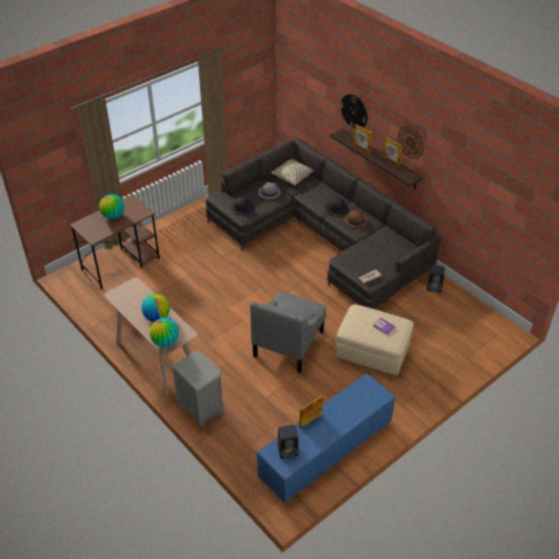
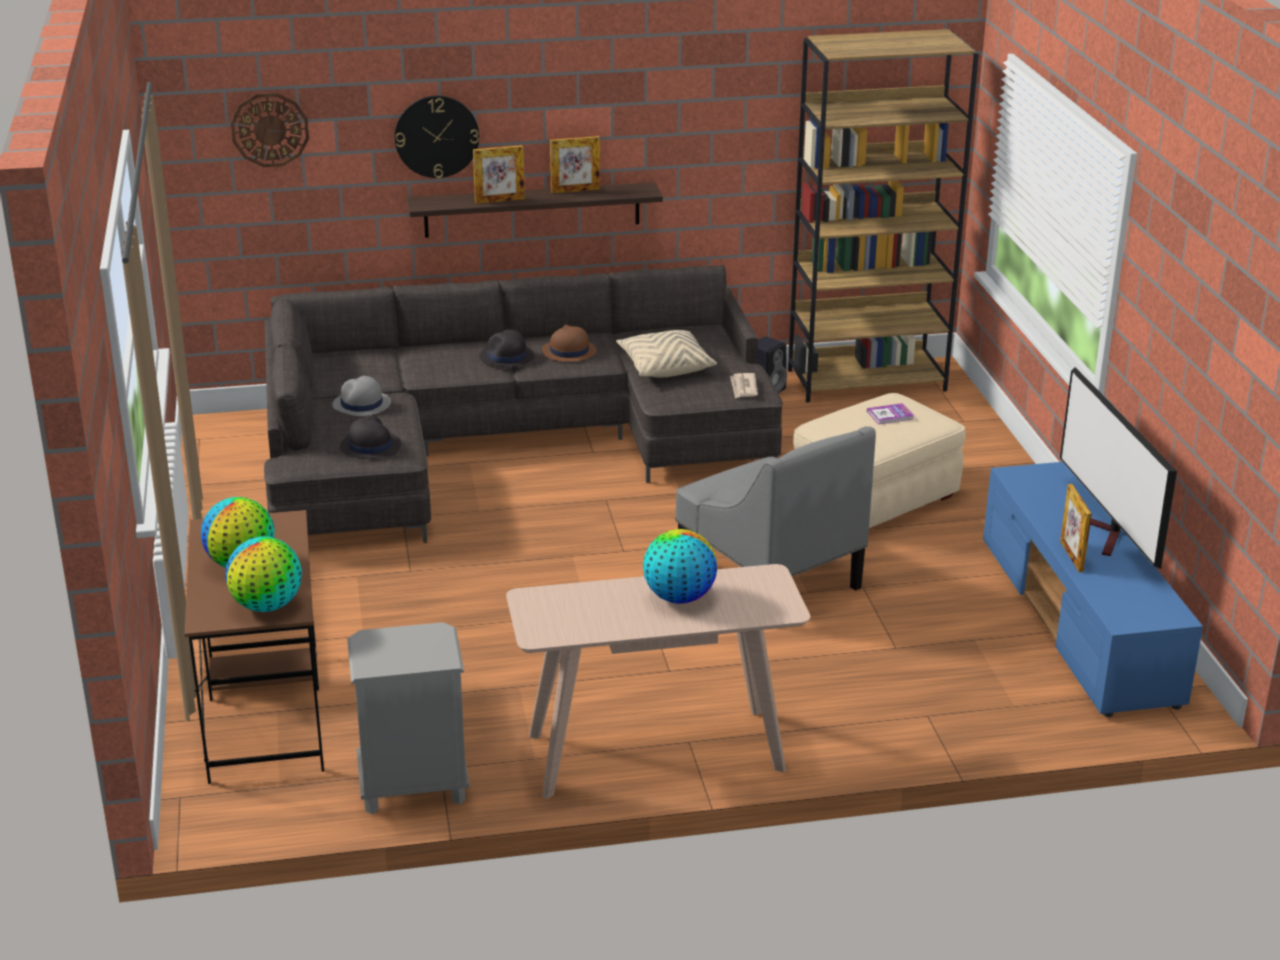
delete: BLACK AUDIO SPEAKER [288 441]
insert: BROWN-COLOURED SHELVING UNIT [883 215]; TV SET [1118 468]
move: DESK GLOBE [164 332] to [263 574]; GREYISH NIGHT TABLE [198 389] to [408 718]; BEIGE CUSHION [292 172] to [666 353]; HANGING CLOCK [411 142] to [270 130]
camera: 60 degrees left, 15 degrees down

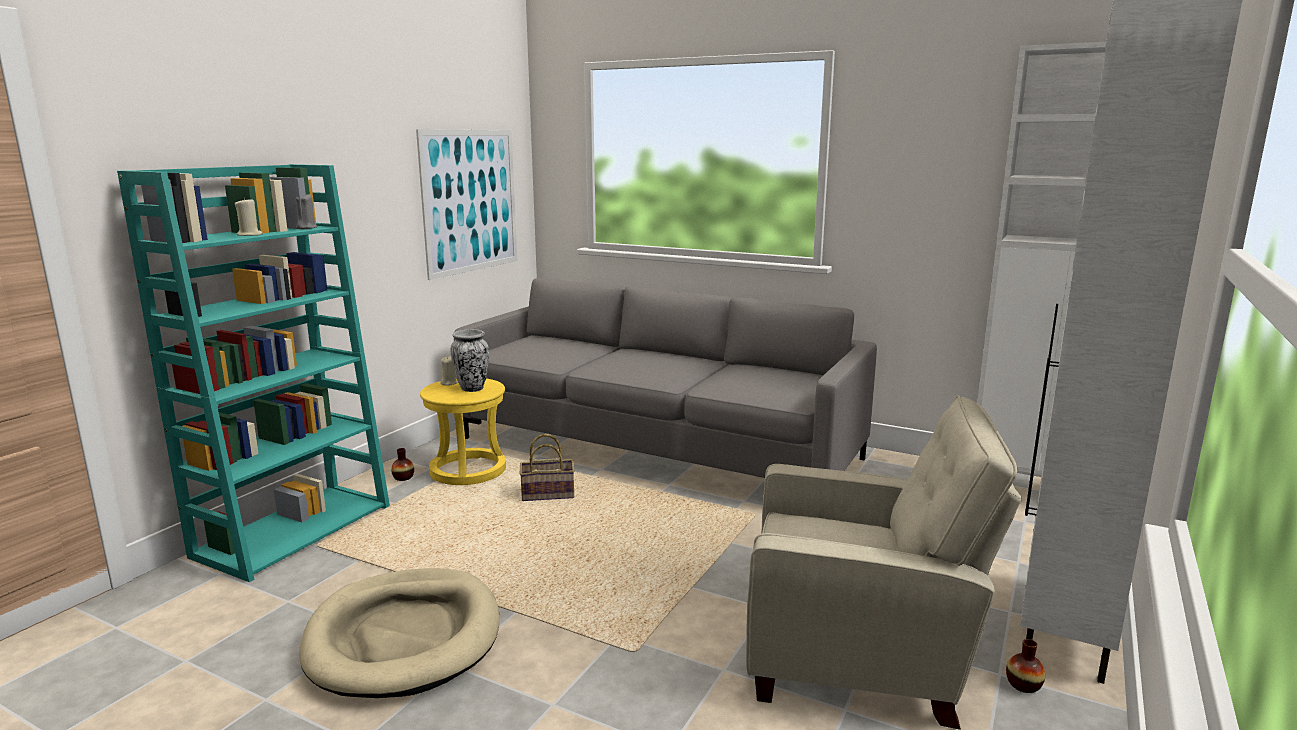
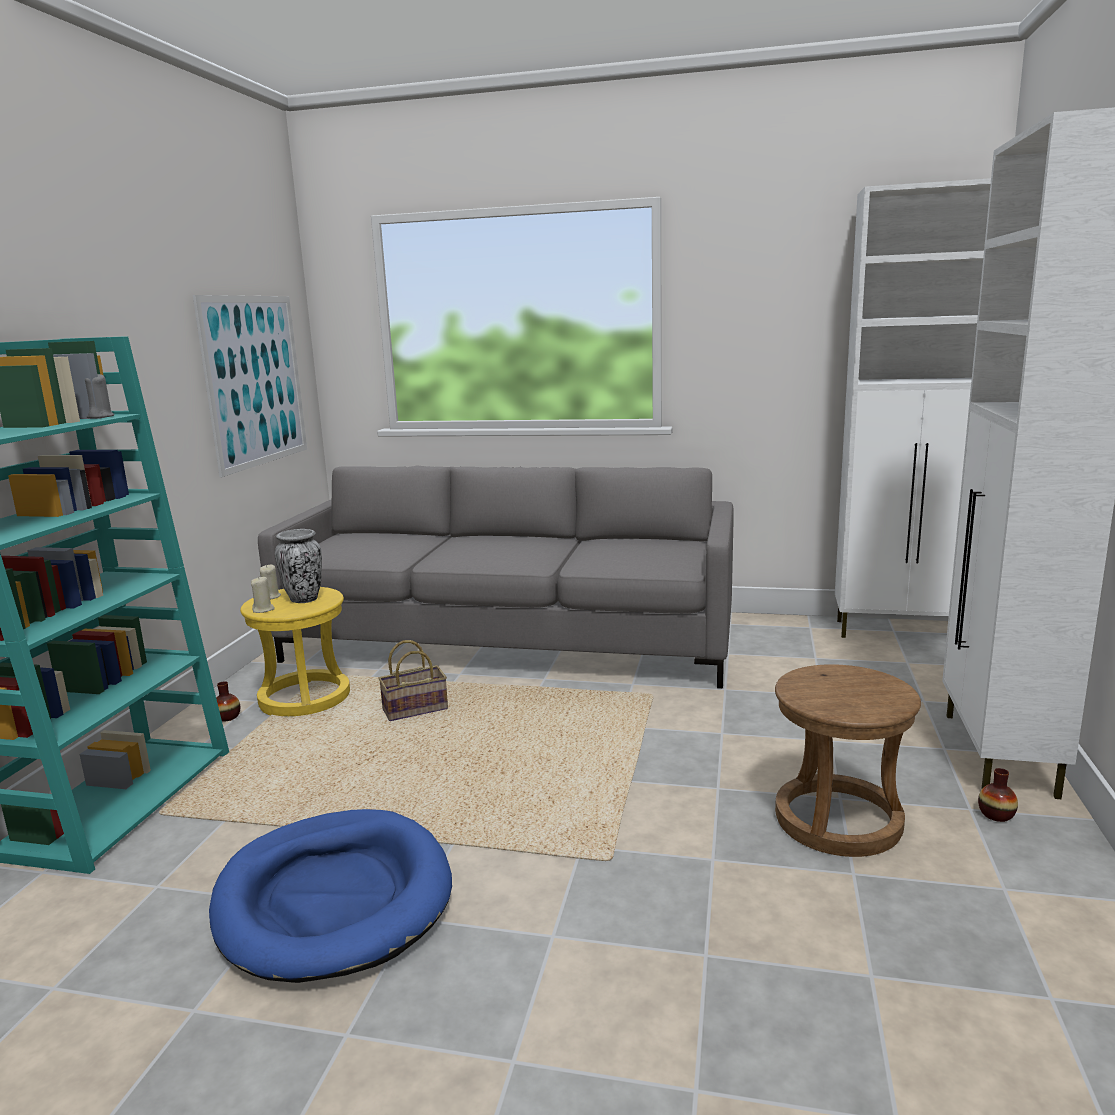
move: BEIGE WAX LIGHT [249 216] to [263 594]
replace: BEIGE LOUNGE CHAIR [884 562] to BROWN-COLOURED SITTING STOOL [848 760]
recolor: BEIGE DOG BED [399 633] to BLUISH DOG BED [330 896]
camera: 15 degrees left, 0 degrees up

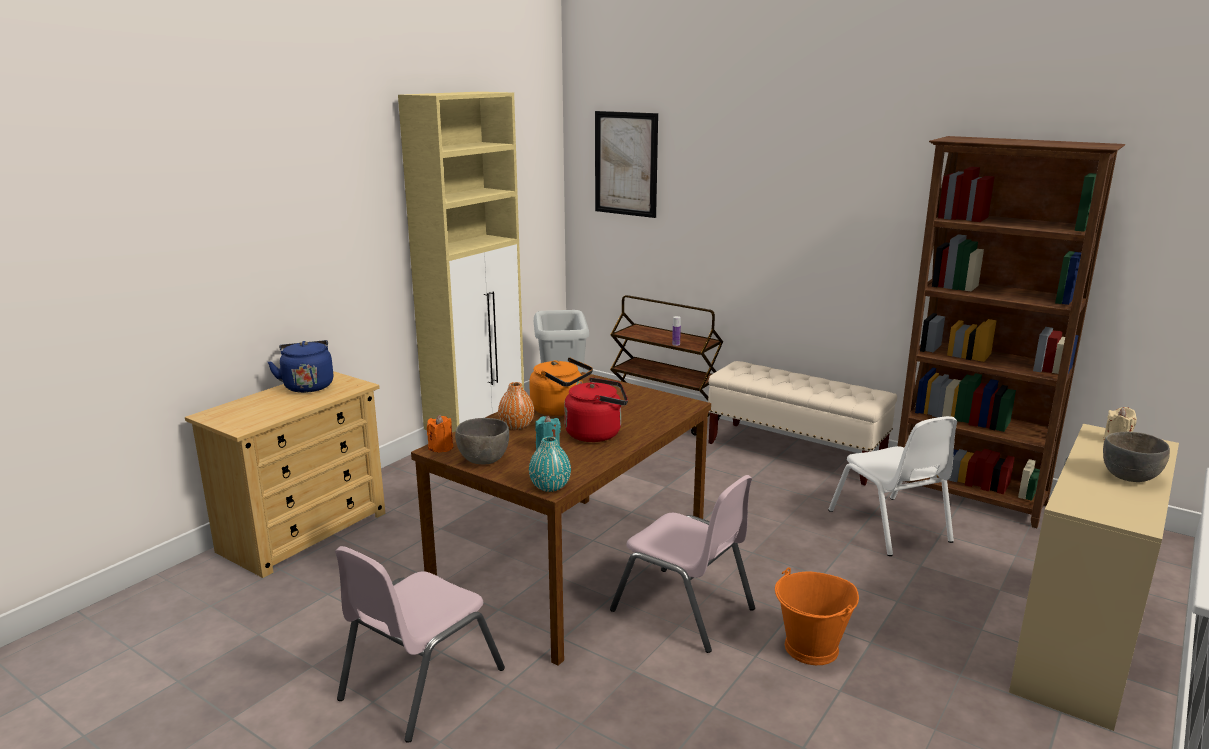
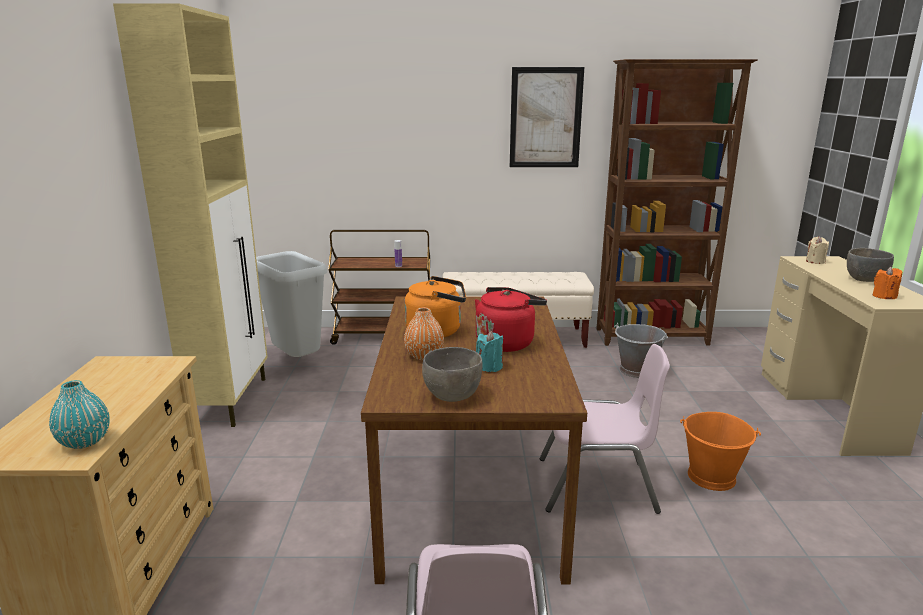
delete: BLUISH KETTLE [300 366]
move: ORANGE-COLOURED WAX LIGHT [440 433] to [887 283]; TURQUOISE DECORATIVE VASE [550 464] to [79 414]; PICTURE [626 164] to [547 117]
replace: WHITISH CHAIR [892 486] to GREYISH WATER BUCKET [641 350]
camera: 35 degrees left, 0 degrees up

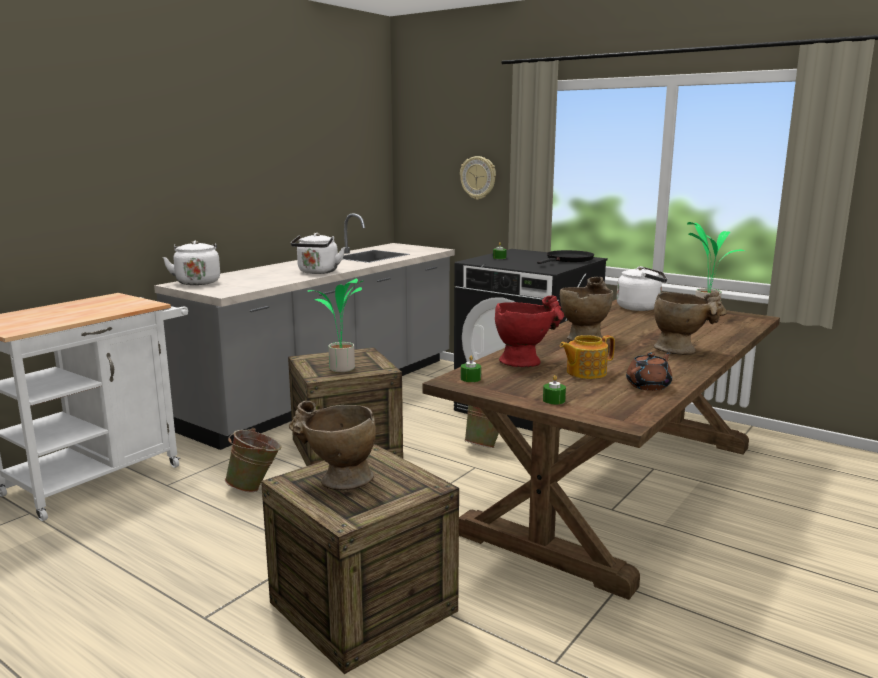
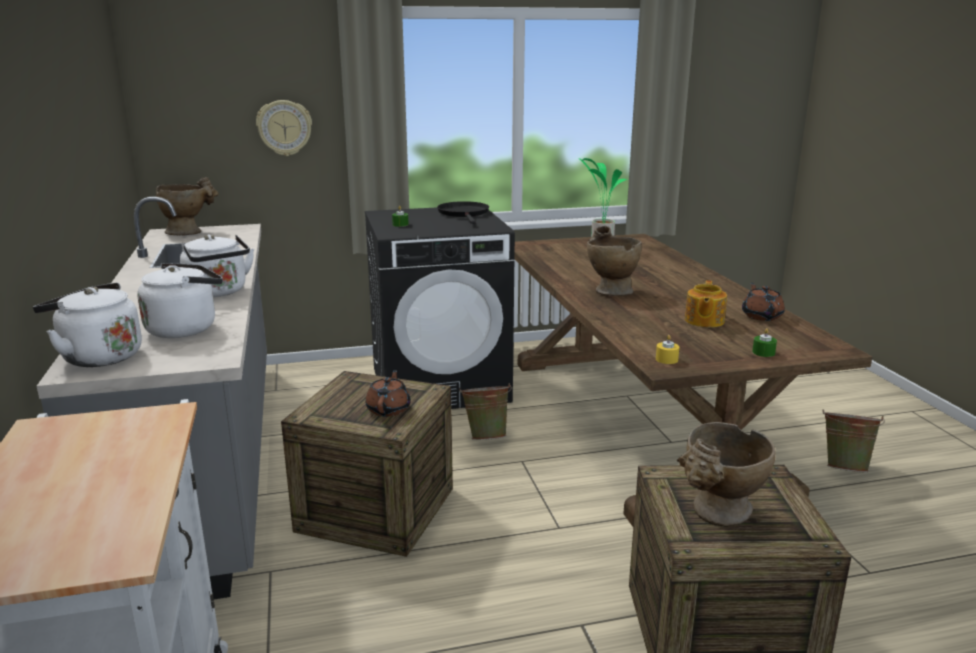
delete: RED-COLOURED DECORATIVE VASE [529 331]
move: GREENISH WATER BUCKET [253 460] to [854 440]; WHITISH KETTLE [641 288] to [180 300]; BEIGE DECORATIVE VASE [690 323] to [187 206]
replace: PLANT IN A POT [335 325] to BROWN-COLOURED TEAPOT [388 393]
recolor: GREENISH WAX LIGHT [471 368] to YELLOW-COLOURED WAX LIGHT [667 349]
camera: 50 degrees left, 5 degrees up

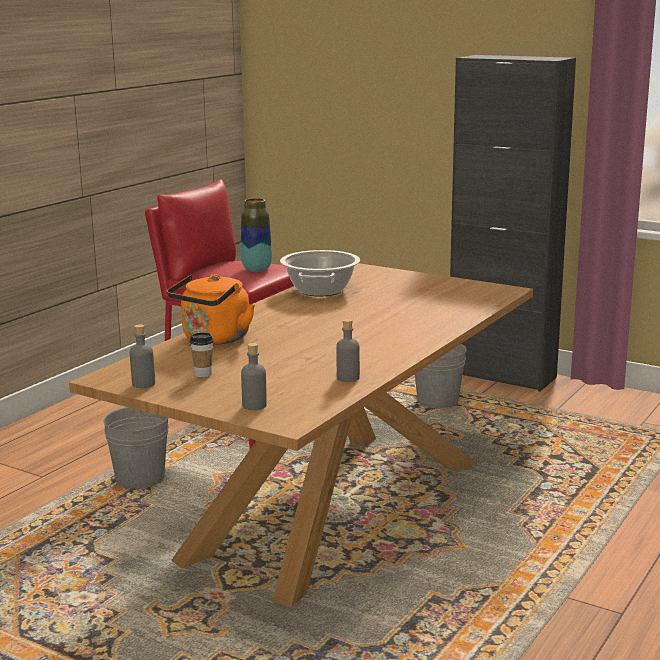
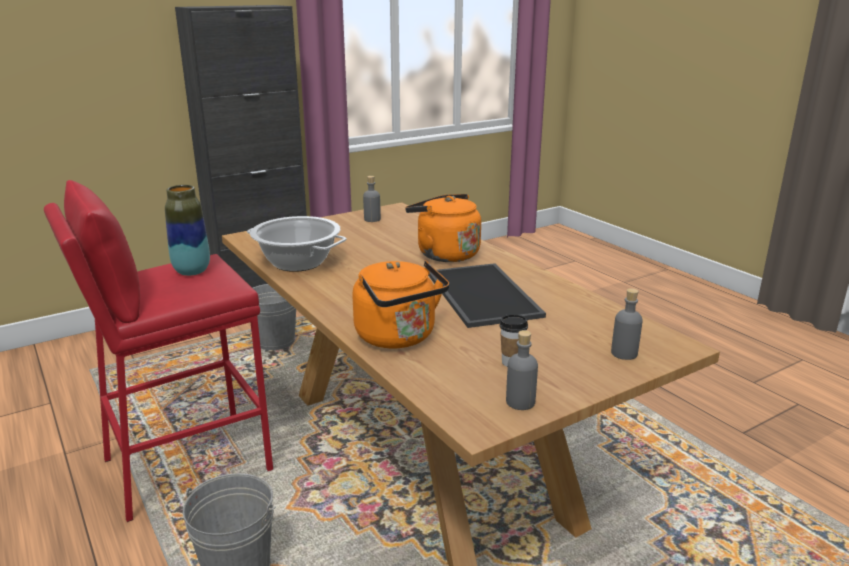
insert: ORANGE-COLOURED KETTLE [443 228]; SERVING TRAY [487 295]
move: GREYISH DRINK BOTTLE [348 350] to [372 199]
camera: 65 degrees left, 5 degrees up

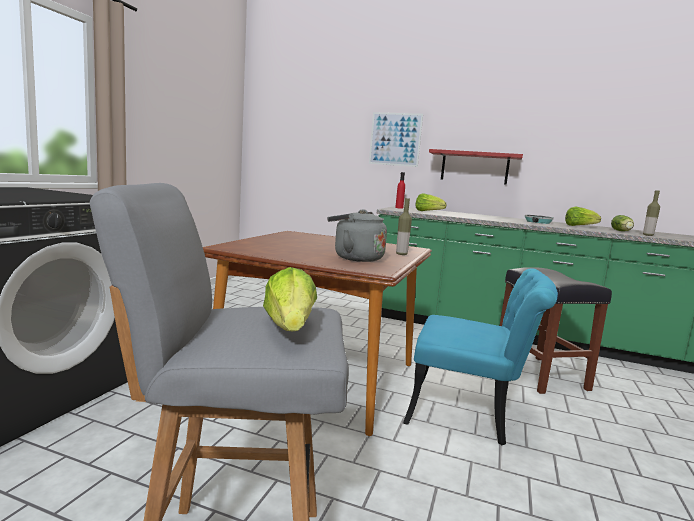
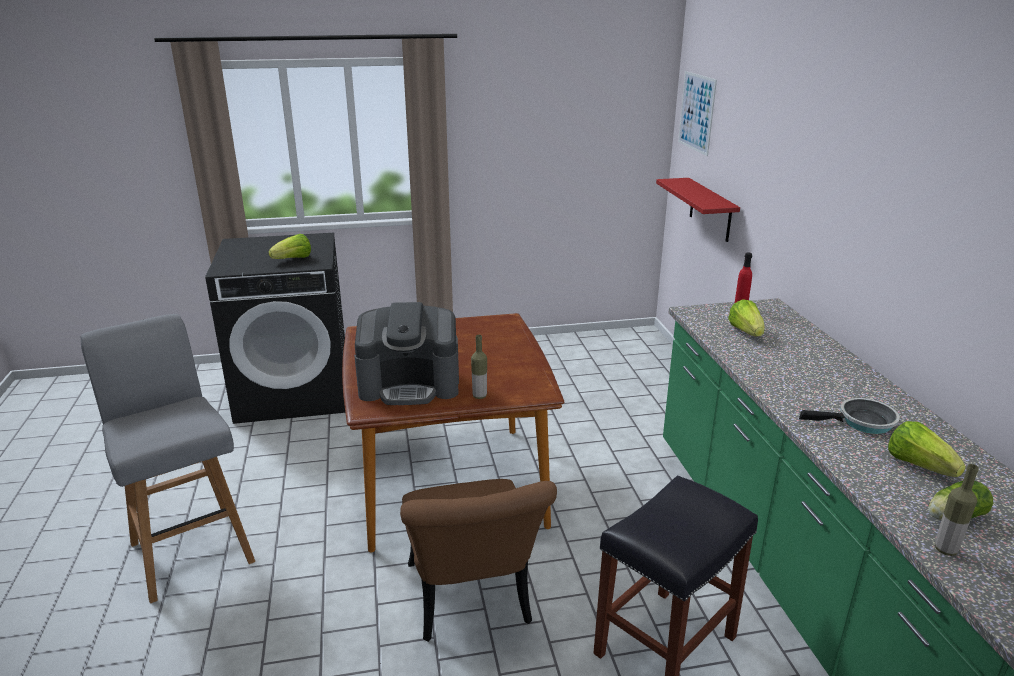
move: HEAD OF LETTUCE [290 299] to [290 246]; PICTURE [396 139] to [697 113]; RED-COLOURED WALL SHELF [476 167] to [698 210]
replace: GREYISH KETTLE [357 235] to COFFEE MACHINE [406 353]
recolor: TURQUOISE CHAIR [480 356] to BROWN-COLOURED CHAIR [478 560]
camera: 60 degrees right, 15 degrees up

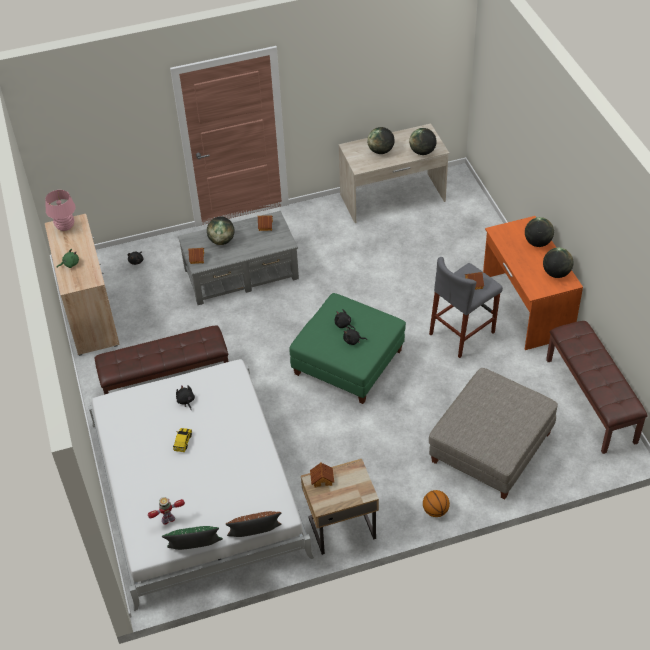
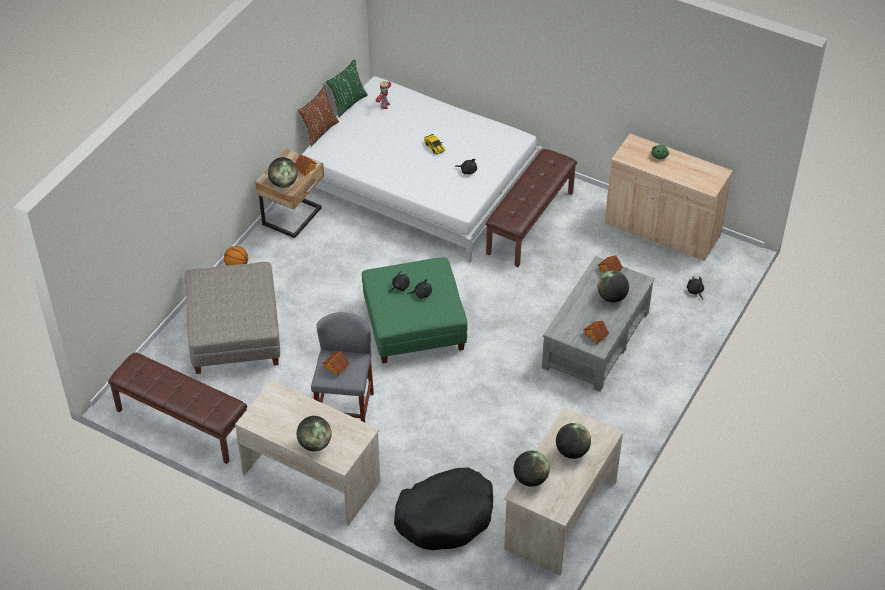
delete: PINK-COLOURED LAMP FOR A TABLE [60 210]
insert: BLACK DOG BED [443 509]
move: DESK GLOBE [558 262] to [283 172]
recolor: ORANGE-COLOURED DESK UNIT [533 283] to BEIGE DESK UNIT [307 453]
camera: 135 degrees right, 0 degrees up

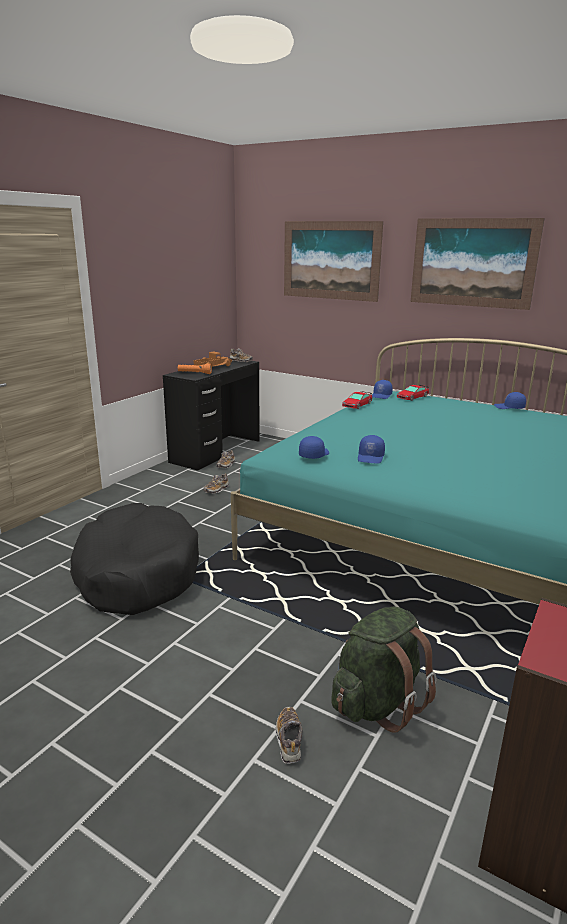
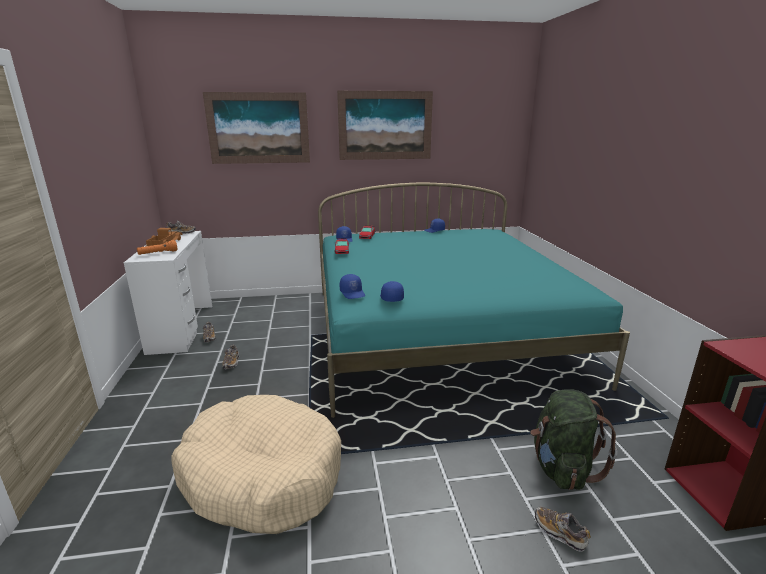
move: BLUISH BASEBALL CAP [371 449] to [352 286]
recolor: BLACK DOG BED [134 559] to BEIGE DOG BED [256 464]; BLACK DESK UNIT [211 414] to WHITISH DESK UNIT [168 293]
camera: 40 degrees left, 0 degrees up

